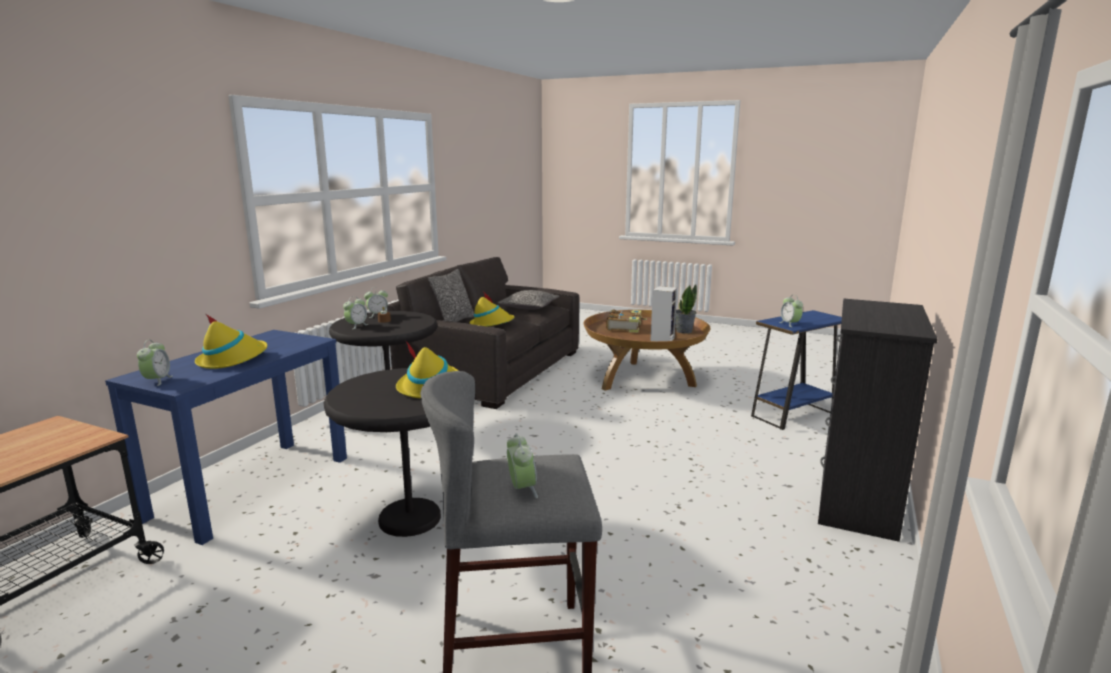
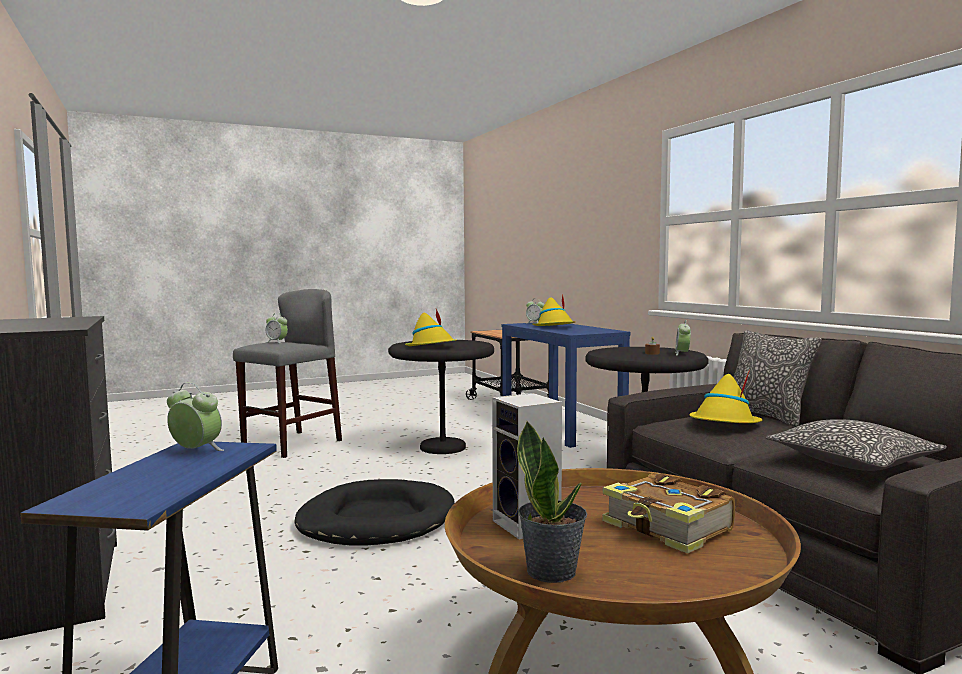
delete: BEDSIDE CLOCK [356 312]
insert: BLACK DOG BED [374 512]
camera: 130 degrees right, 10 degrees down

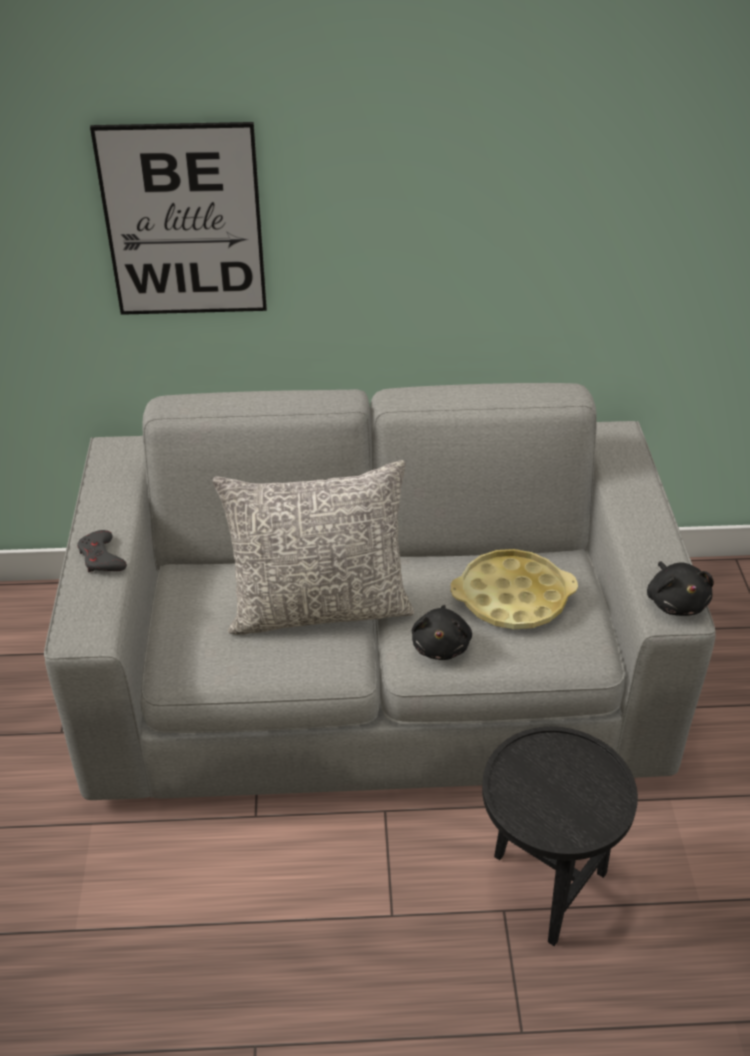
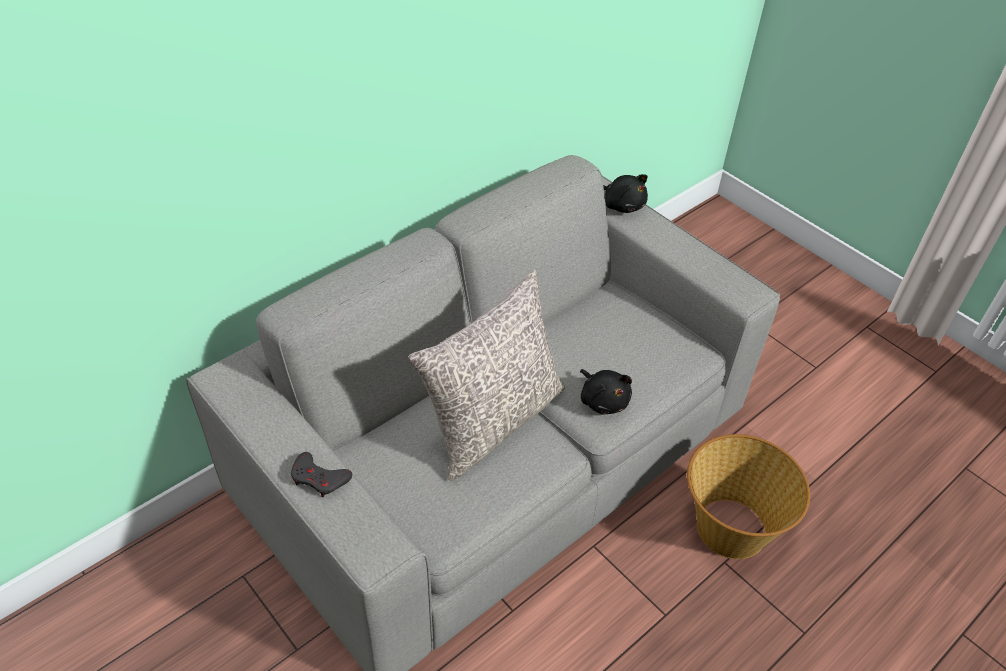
delete: PICTURE [178 218]; YELLOW-COLOURED SERVING TRAY [514 589]
move: BLACK SOFT TOY [680 588] to [625 193]
replace: BLACK SIDE TABLE [560 836] to HOUSEHOLD BASKET [748 496]
camera: 40 degrees left, 5 degrees up

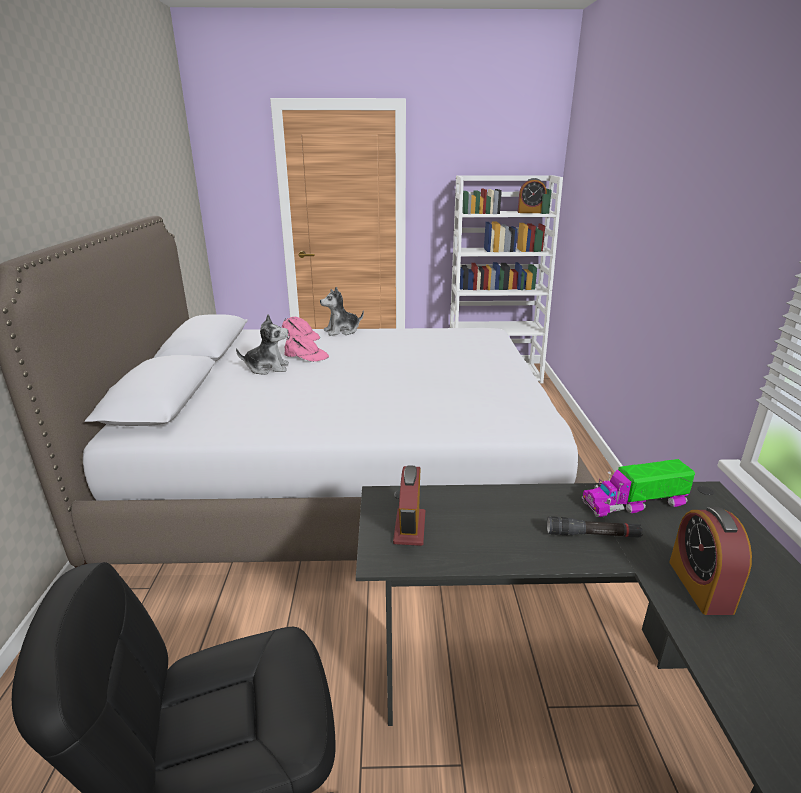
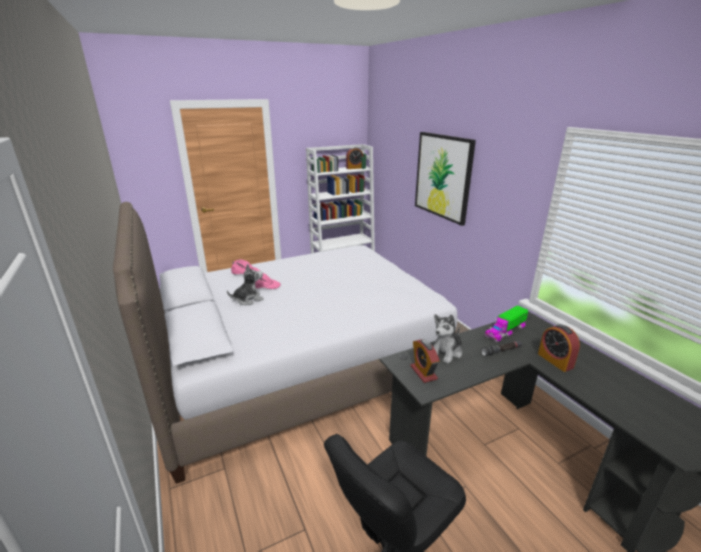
insert: PICTURE [445 179]
move: SOFT TOY [342 311] to [447 339]
camera: 25 degrees left, 0 degrees up

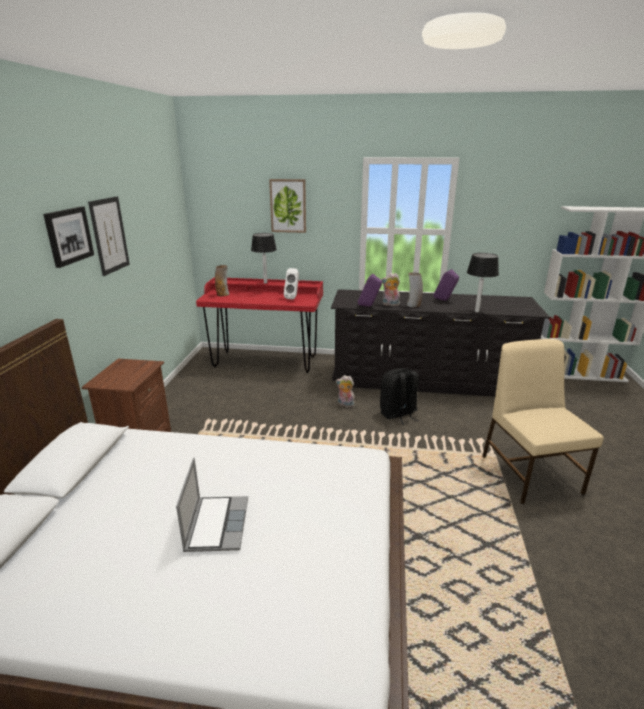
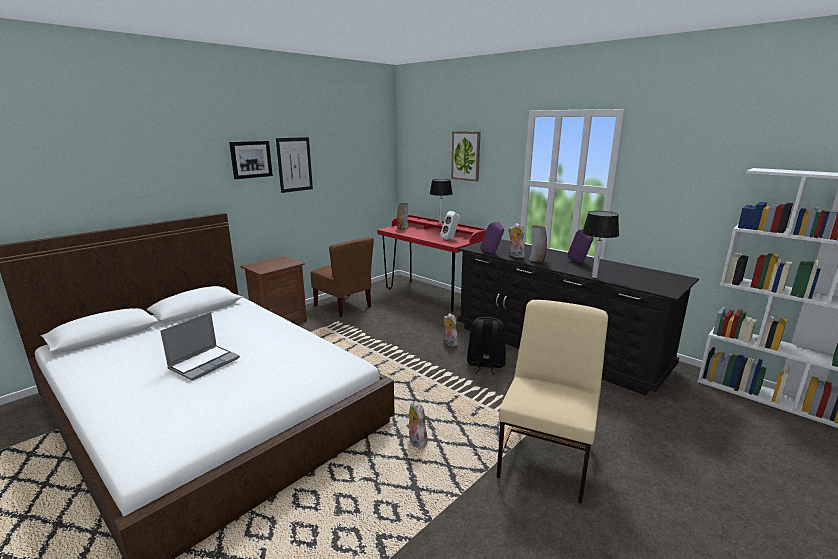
insert: BROWN-COLOURED CHAIR [342 277]; SOFT TOY [417 424]
camera: 35 degrees right, 5 degrees down

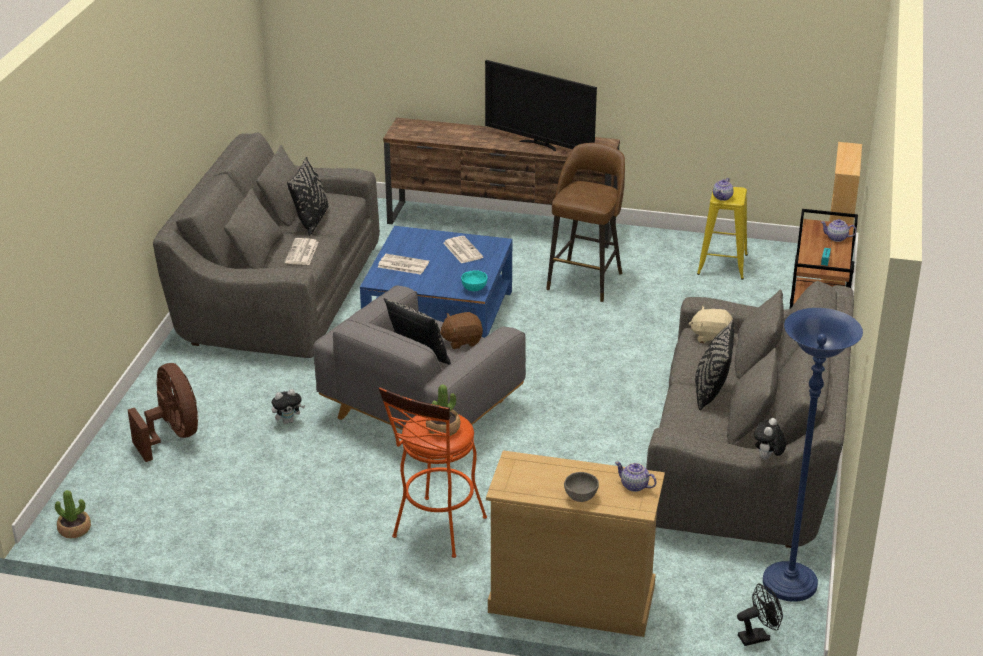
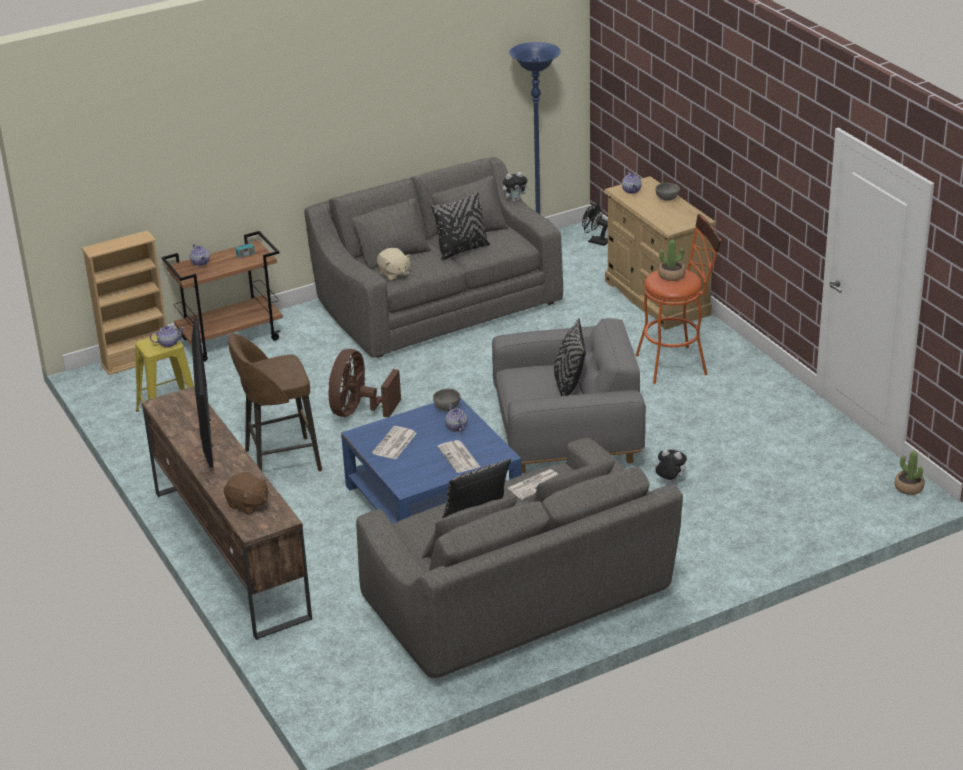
insert: TEAPOT [456 417]
move: BROWN-COLOURED FAN [163 412] to [365 383]; BROWN-COLOURED SOFT TOY [461 330] to [246 493]
recolor: TURQUOISE DEEP DISH [474 280] to GREYISH DEEP DISH [446 400]
camera: 130 degrees left, 0 degrees up

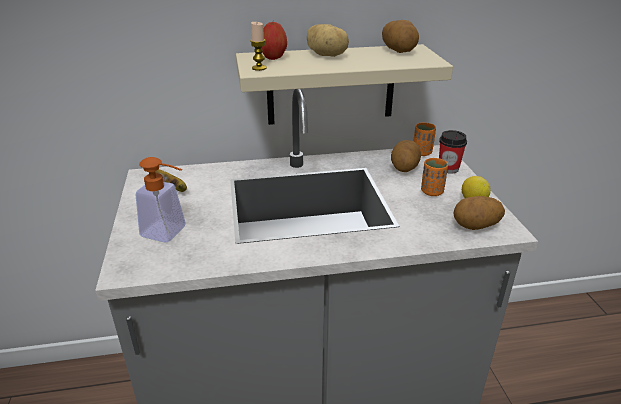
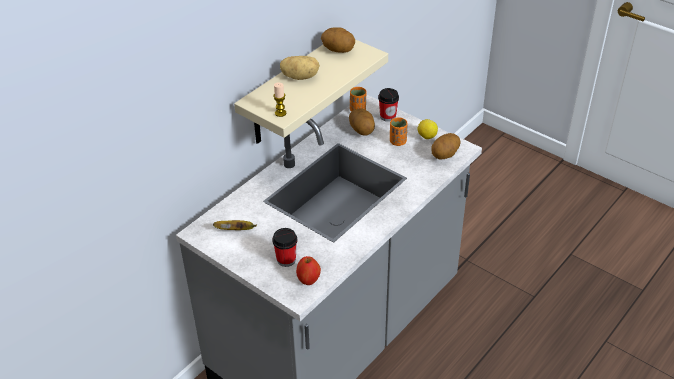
move: APPLE [274 41] to [308 270]
replace: SOAP BOTTLE [161 199] to CUP [284 247]
camera: 40 degrees left, 10 degrees up

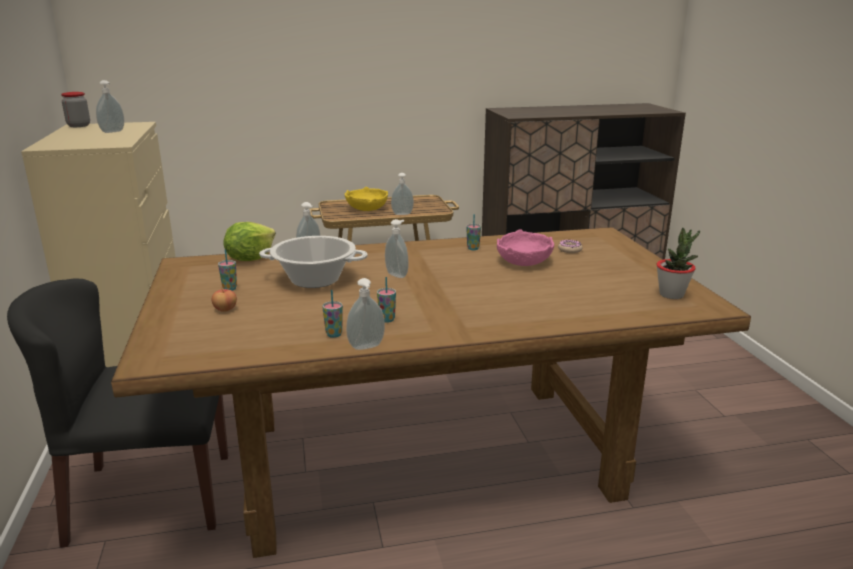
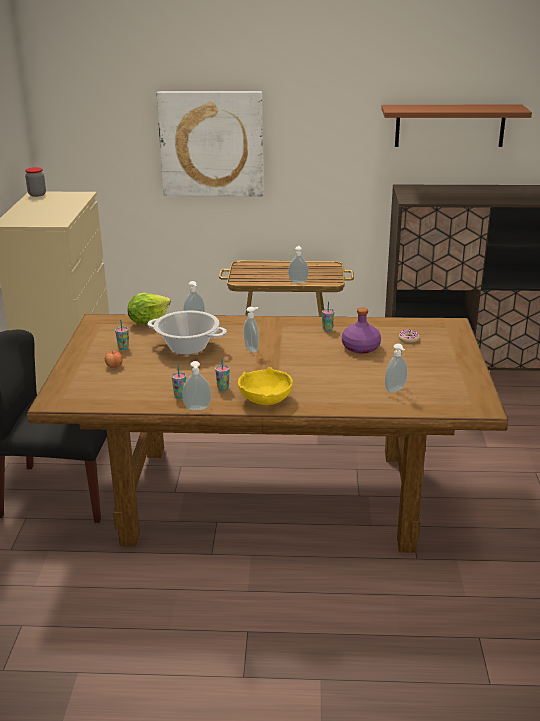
delete: PLANT IN A POT [678 263]
insert: PICTURE [210 144]; BROWN-COLOURED WALL SHELF [456 126]
move: SOAP BOTTLE [110 106] to [396 368]; YELLOW-COLOURED DEEP DISH [366 199] to [265 386]
replace: PINK-COLOURED DEEP DISH [525 247] to PURPLE DRINK BOTTLE [361 330]
camera: 15 degrees right, 5 degrees up

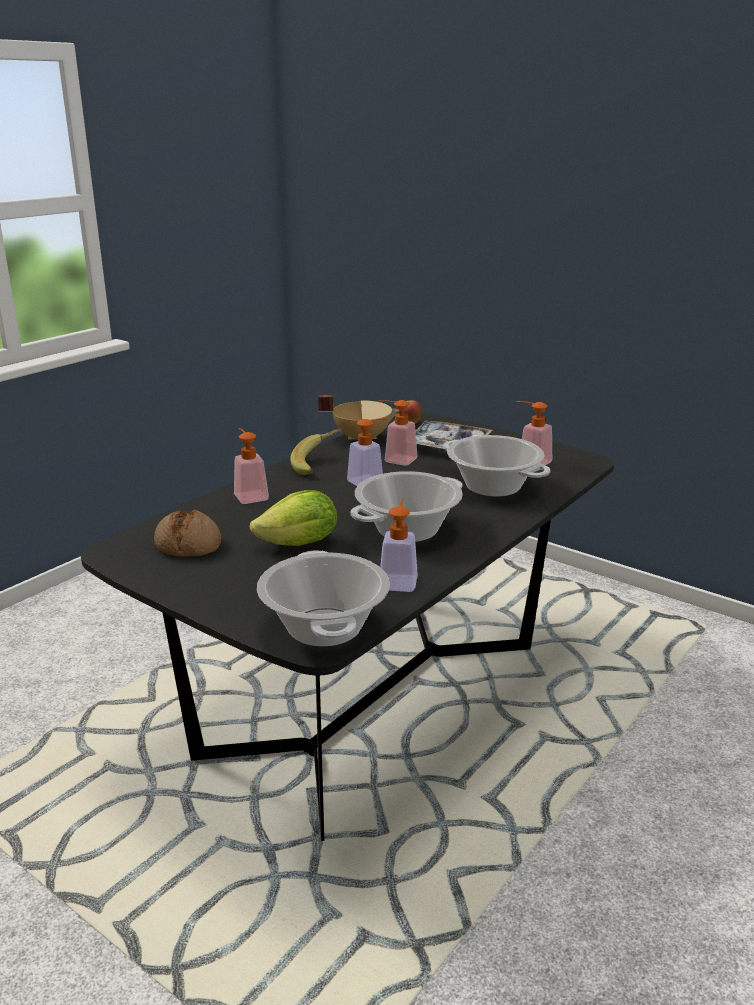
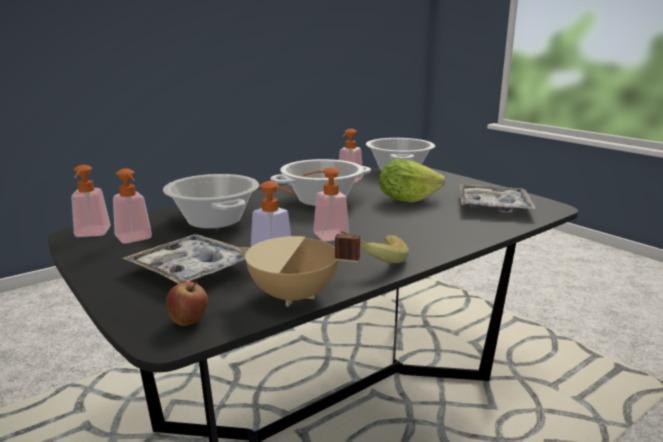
move: SOAP BOTTLE [251 466] to [91 201]
replace: BAKERY BREAD [187 533] to SERVING TRAY [498 197]
camera: 165 degrees left, 5 degrees down

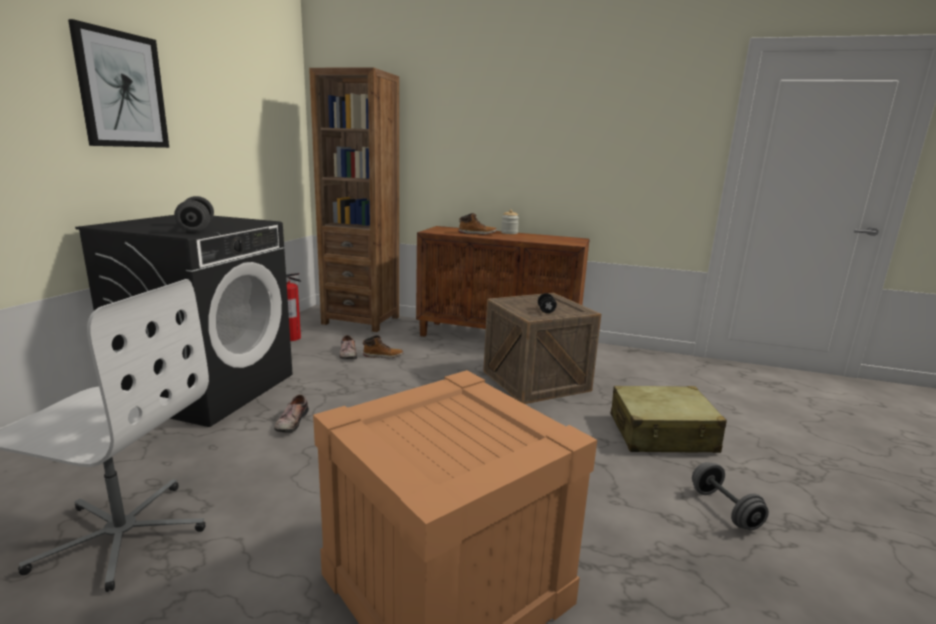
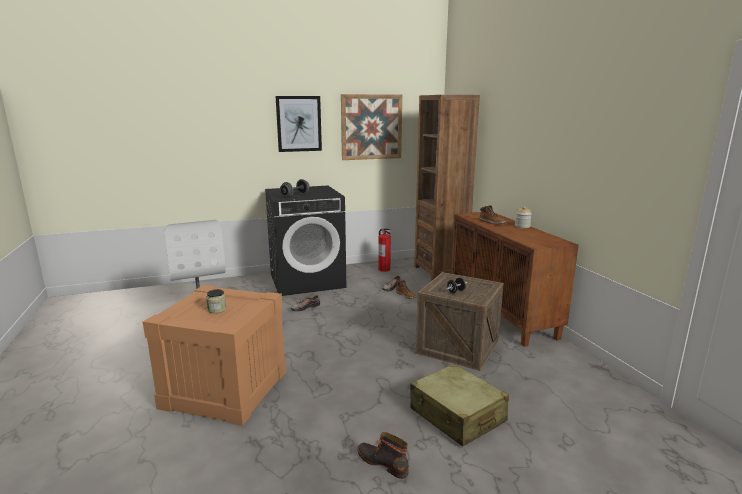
insert: STORAGE JAR [216 301]; PICTURE [371 127]
replace: GREYISH DUMBBELL [730 496] to HIGH-TOP BOOT [383 455]
camera: 55 degrees right, 0 degrees up

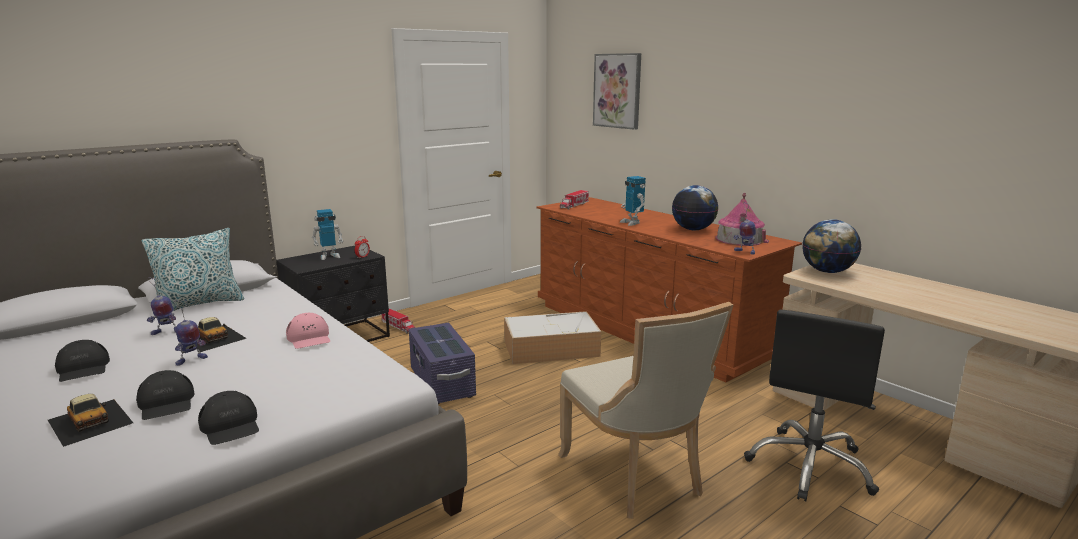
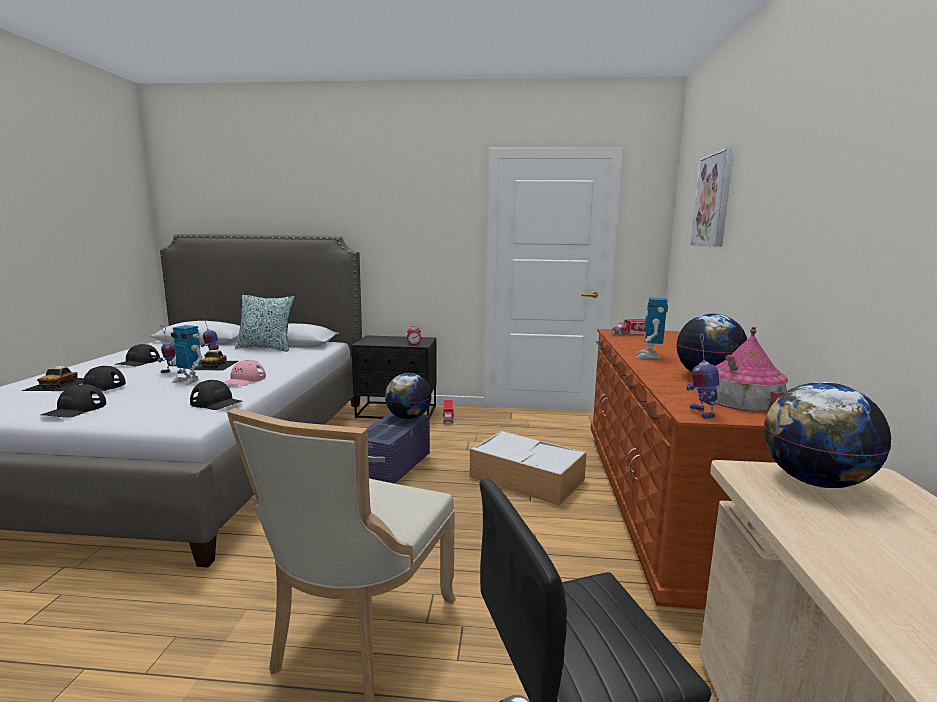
insert: BLACK BASEBALL CAP [216 395]; DESK GLOBE [408 396]
move: ROBOT FIGURE [327 234] to [186 355]
camera: 45 degrees right, 5 degrees down

